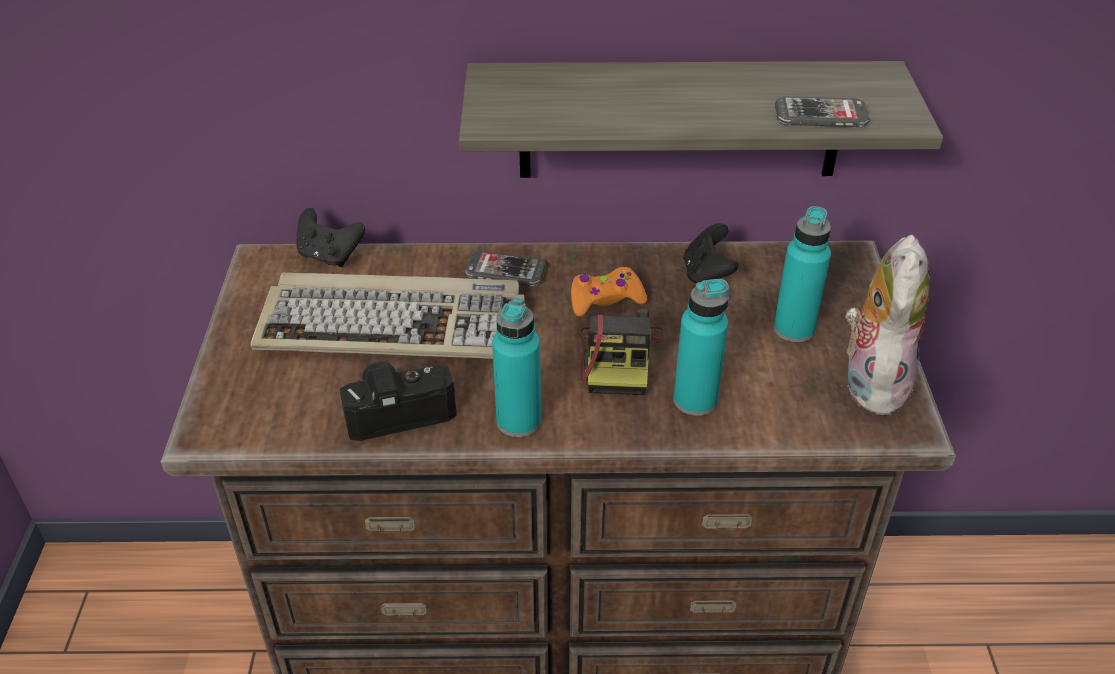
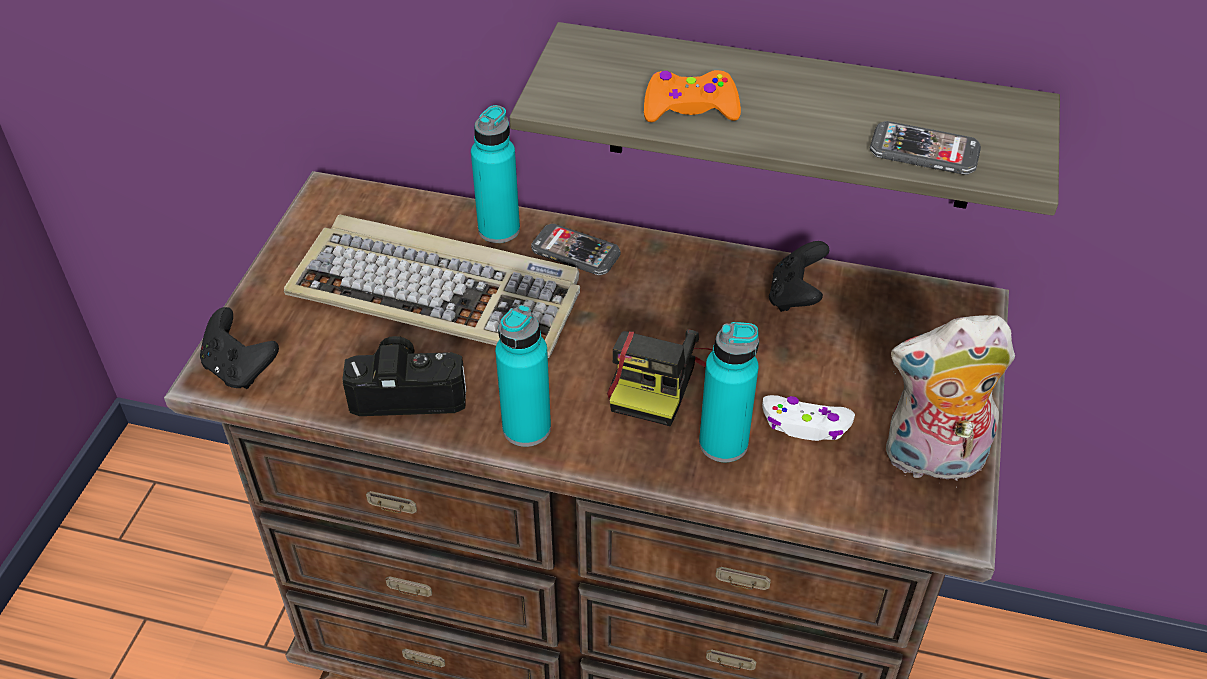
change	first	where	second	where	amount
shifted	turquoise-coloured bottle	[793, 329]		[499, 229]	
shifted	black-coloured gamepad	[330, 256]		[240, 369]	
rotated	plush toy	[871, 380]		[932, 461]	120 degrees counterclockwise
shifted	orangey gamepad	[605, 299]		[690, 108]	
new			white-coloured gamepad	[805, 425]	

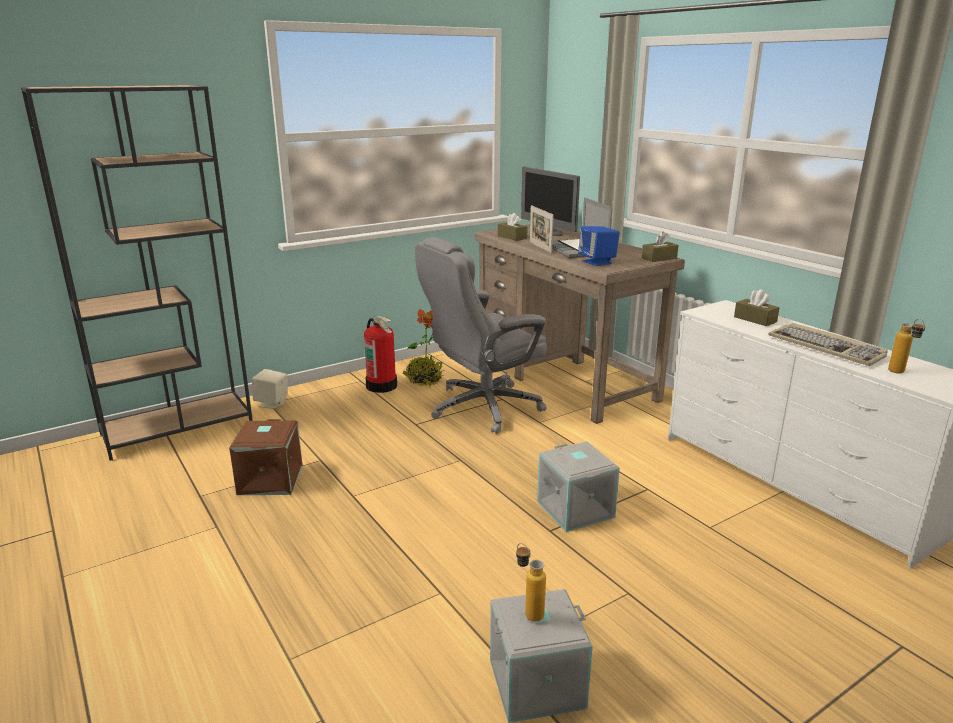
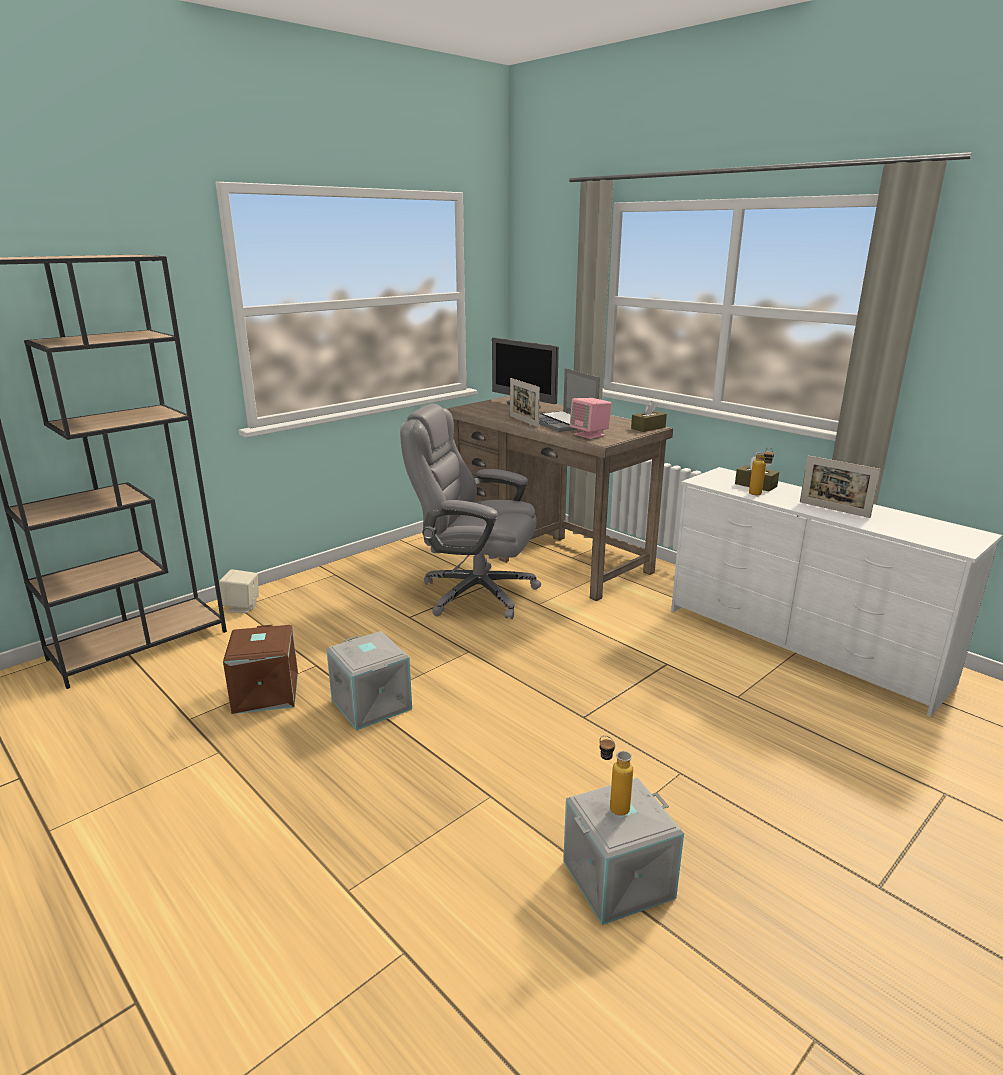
change	first	where	second	where	amount
gone	brown tissue holder	[512, 237]			
repainted	bluish audio speaker	[597, 262]	pinkish audio speaker	[590, 435]	
rotated	gray office chair	[483, 407]		[475, 593]	60 degrees clockwise
gone	potted plant	[424, 380]			
gone	extinguisher	[382, 386]			
shifted	bottle	[900, 373]		[758, 495]	
swapped	computer keyboard	[827, 348]	picture frame	[834, 509]	
shifted	gray storage bin	[577, 509]		[373, 704]	

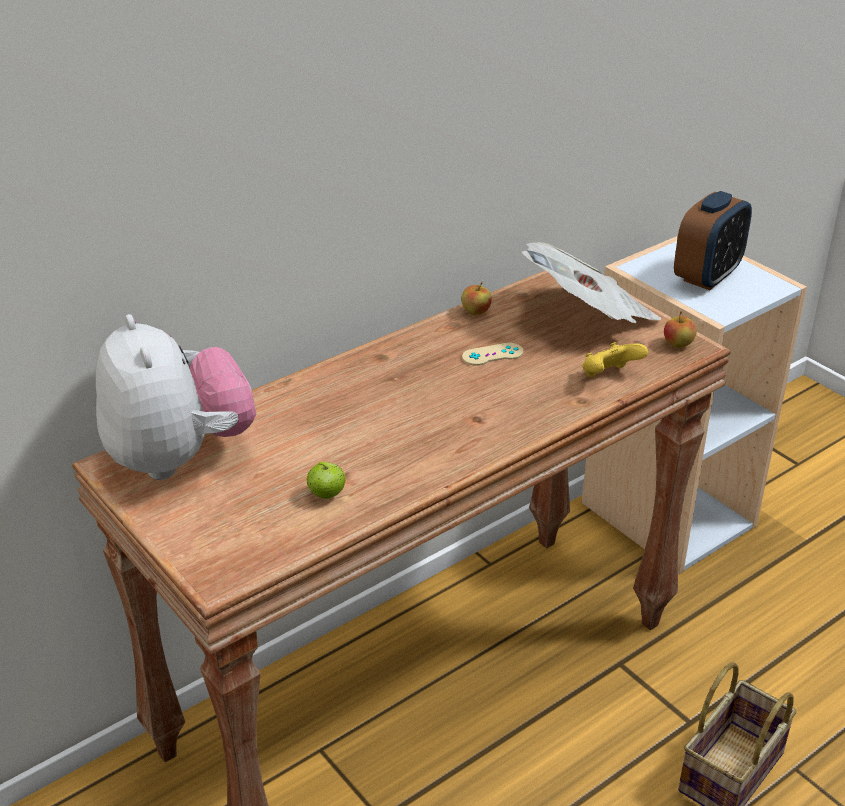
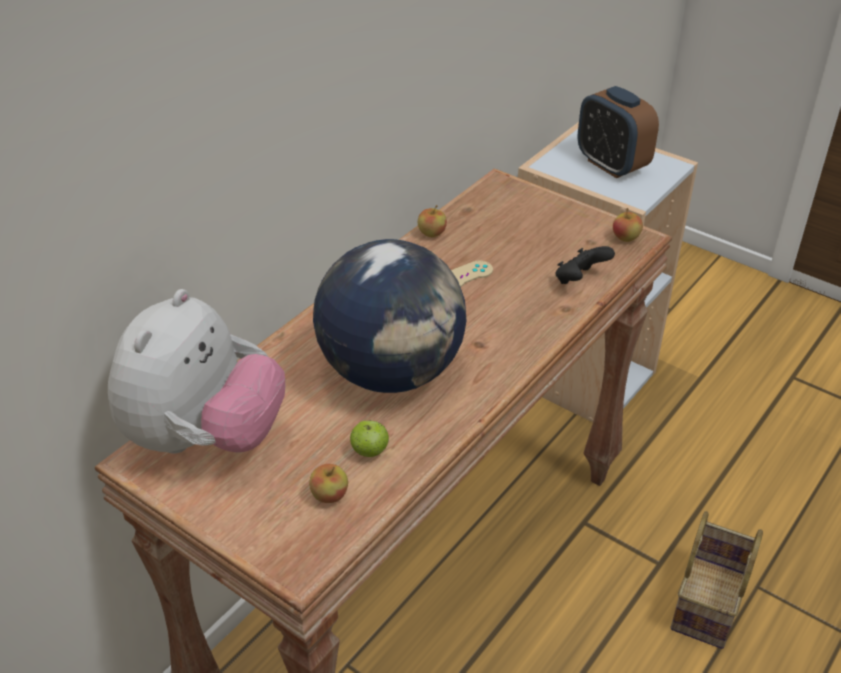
change	first	where	second	where	amount
rotated	table clock	[707, 276]		[611, 165]	120 degrees clockwise
gone	daily paper	[589, 316]			
rotated	plush toy	[179, 457]		[205, 438]	60 degrees clockwise
repainted	yellow-coloured gamepad	[609, 376]	black-coloured gamepad	[579, 280]	
new			globe	[392, 373]	
new			apple	[329, 495]	

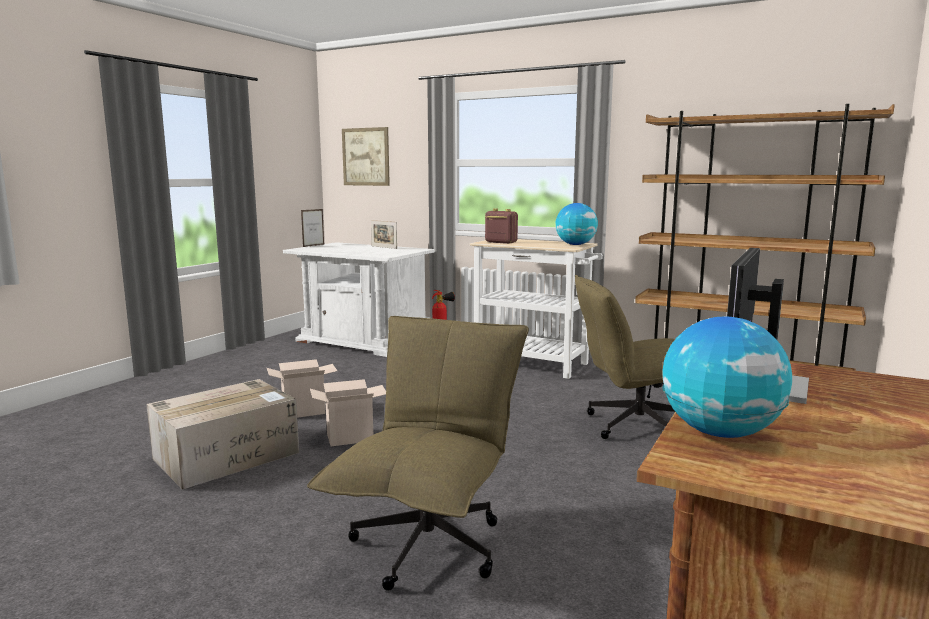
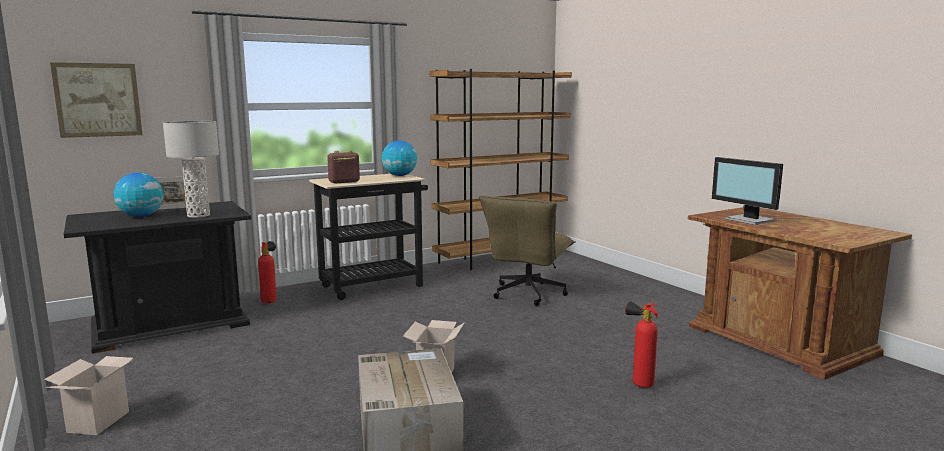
change	first	where	second	where	amount
gone	picture frame	[313, 245]			
repainted	white-coloured trolley	[533, 364]	black-coloured trolley	[373, 286]	
repainted	white-coloured cupboard	[362, 340]	black-coloured cupboard	[171, 324]	
swapped	beige-coloured office chair	[426, 547]	extinguisher	[638, 383]	
shifted	globe	[719, 432]		[141, 216]	
shifted	carton	[305, 411]		[98, 421]	
new			white-coloured tabletop lamp	[198, 215]	

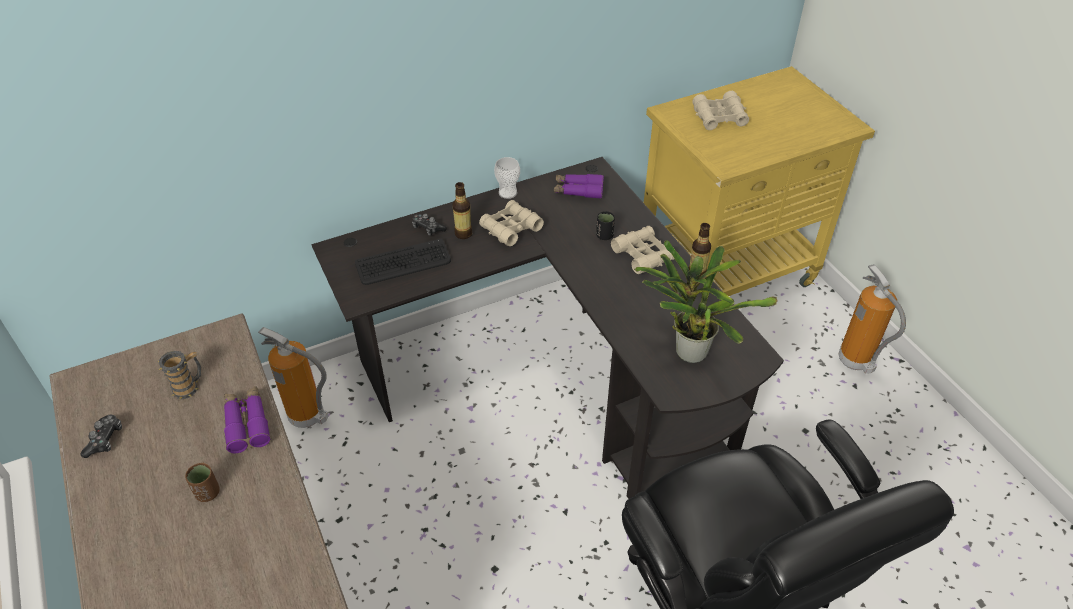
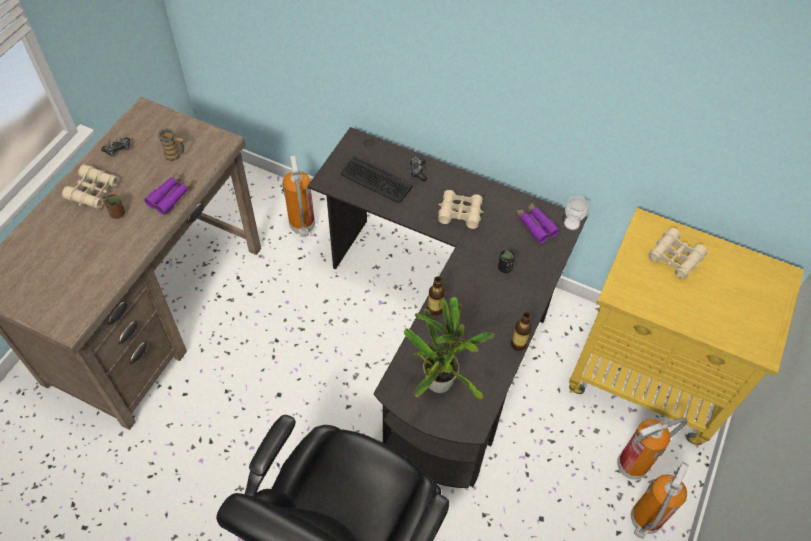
change	first	where	second	where	amount
shifted	drinking cup	[507, 193]		[571, 223]	
shifted	bottle	[463, 234]		[434, 309]	
shifted	beige-coloured pair of binoculars	[643, 255]		[93, 191]	
new			extinguisher	[633, 465]	

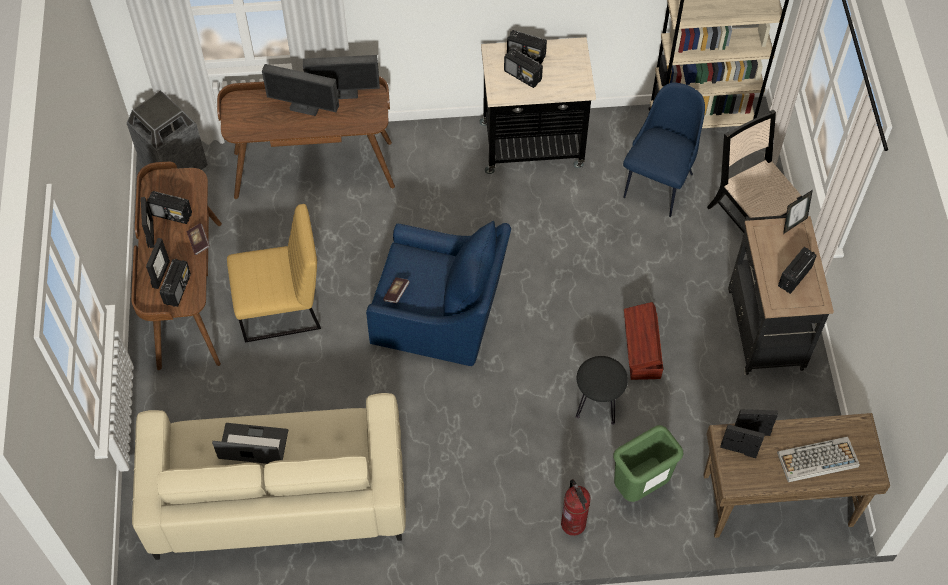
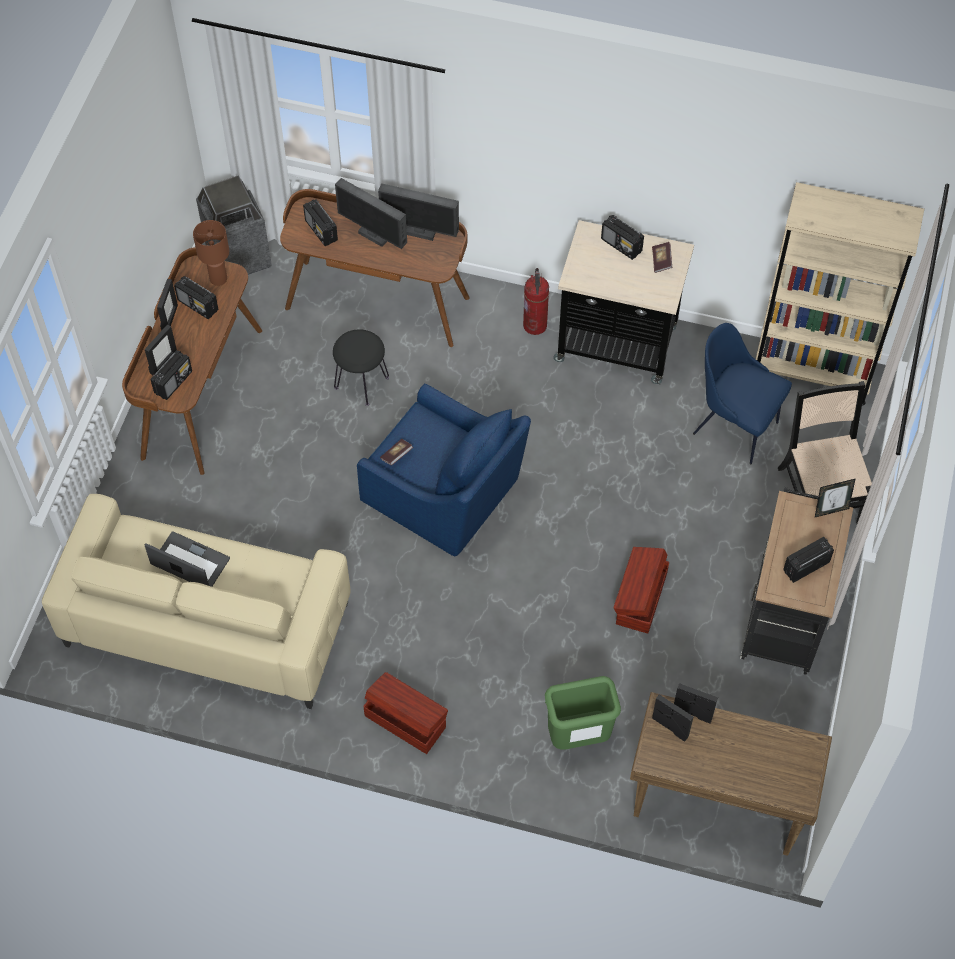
change	first	where	second	where	amount
shifted	radio receiver	[523, 76]		[321, 231]	
rotated	bluish plain chair	[658, 185]		[734, 428]	105 degrees counterclockwise
gone	yellow-coloured plain chair	[282, 308]			
shifted	bound book	[199, 242]		[661, 261]	
shifted	black-coloured stool seat	[597, 403]		[361, 383]	
gone	computer keyboard	[817, 460]			
shifted	extinguisher	[573, 524]		[535, 325]	
new			brown tabletop lamp	[218, 279]	
new			brown storage bin	[405, 720]	

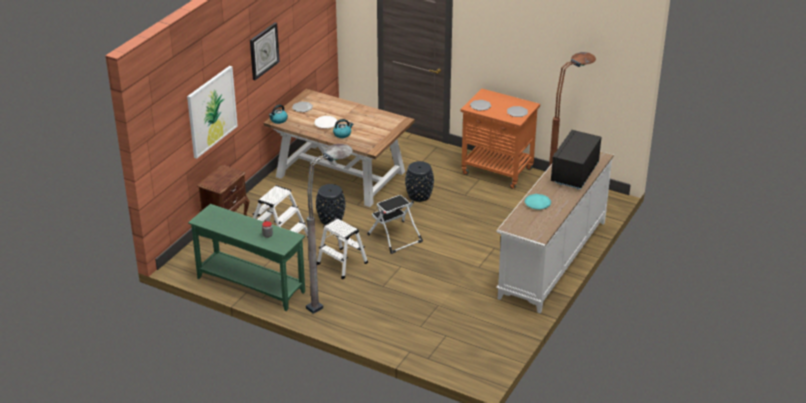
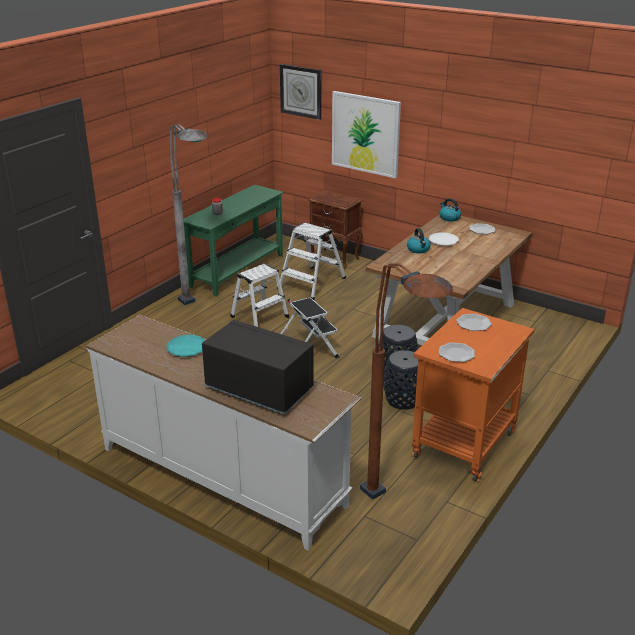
change	first	where	second	where	amount
shifted	clock on the wall	[263, 51]		[301, 91]	
shifted	black-coloured stool seat	[331, 219]		[402, 400]	

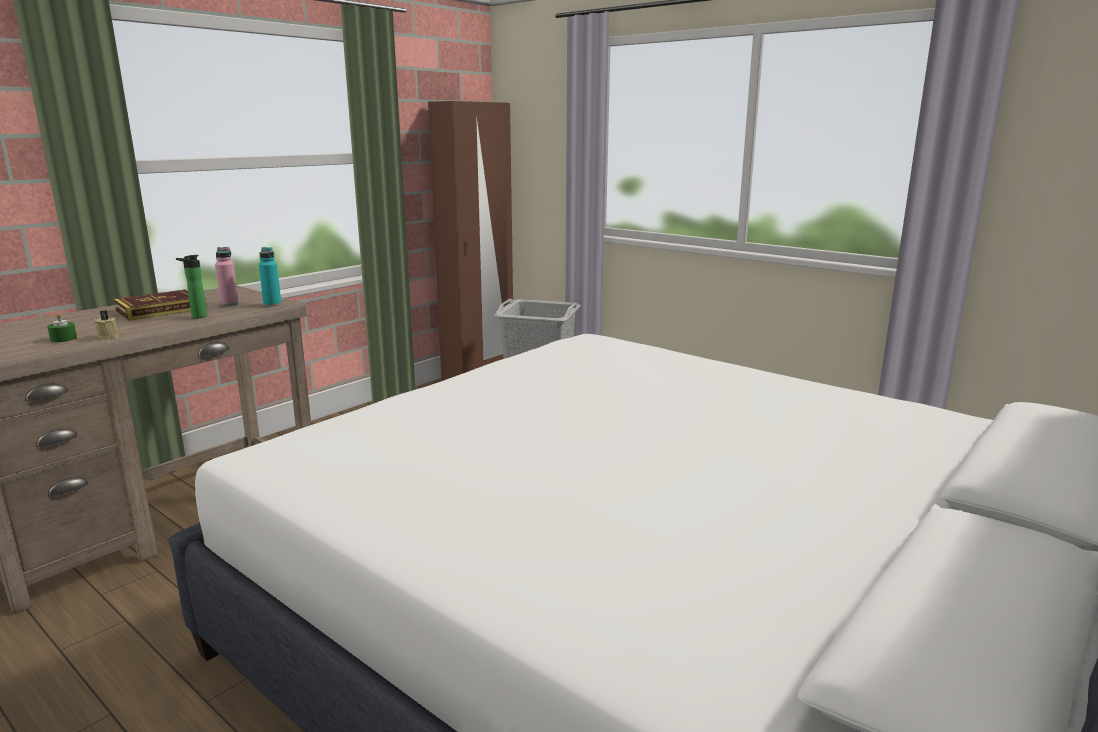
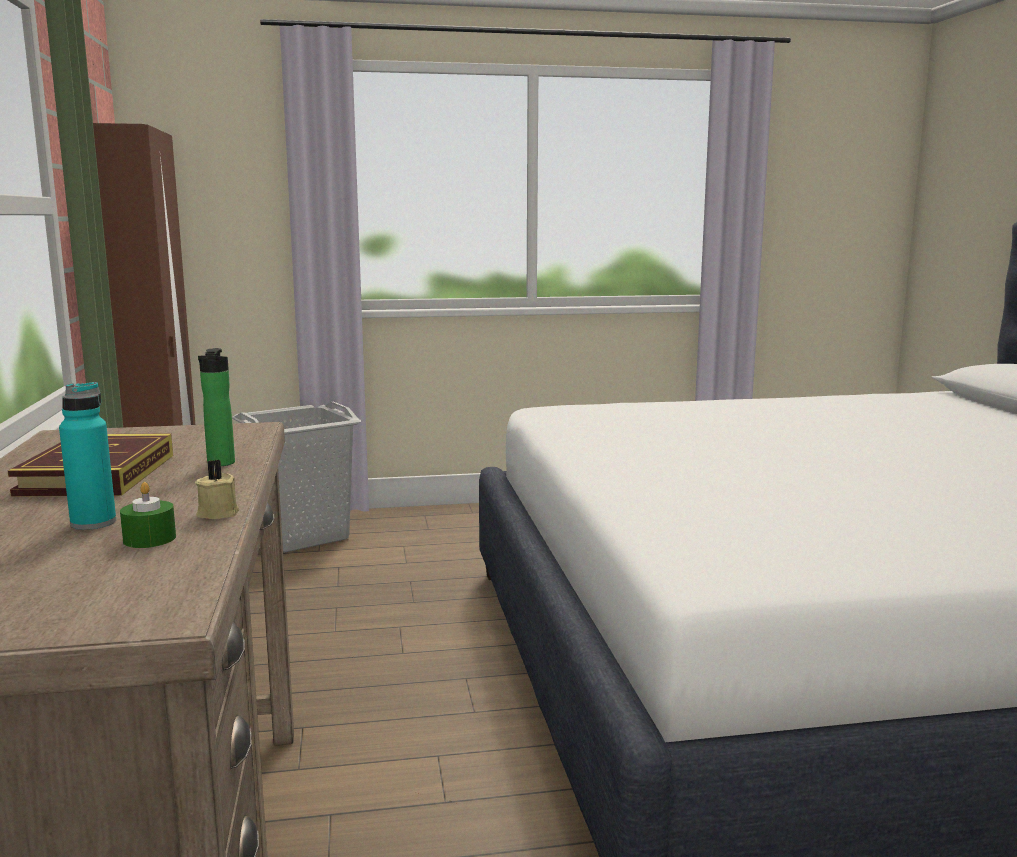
change	first	where	second	where	amount
gone	pinkish bottle	[229, 304]			
shifted	turquoise-coloured bottle	[272, 304]		[93, 523]	

